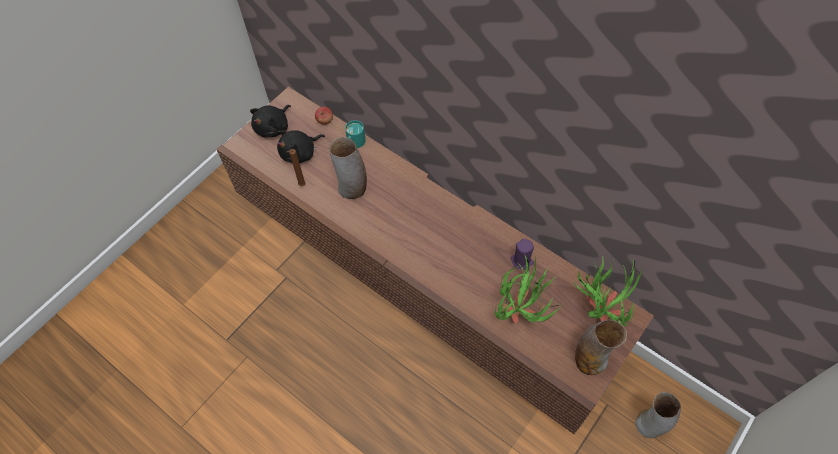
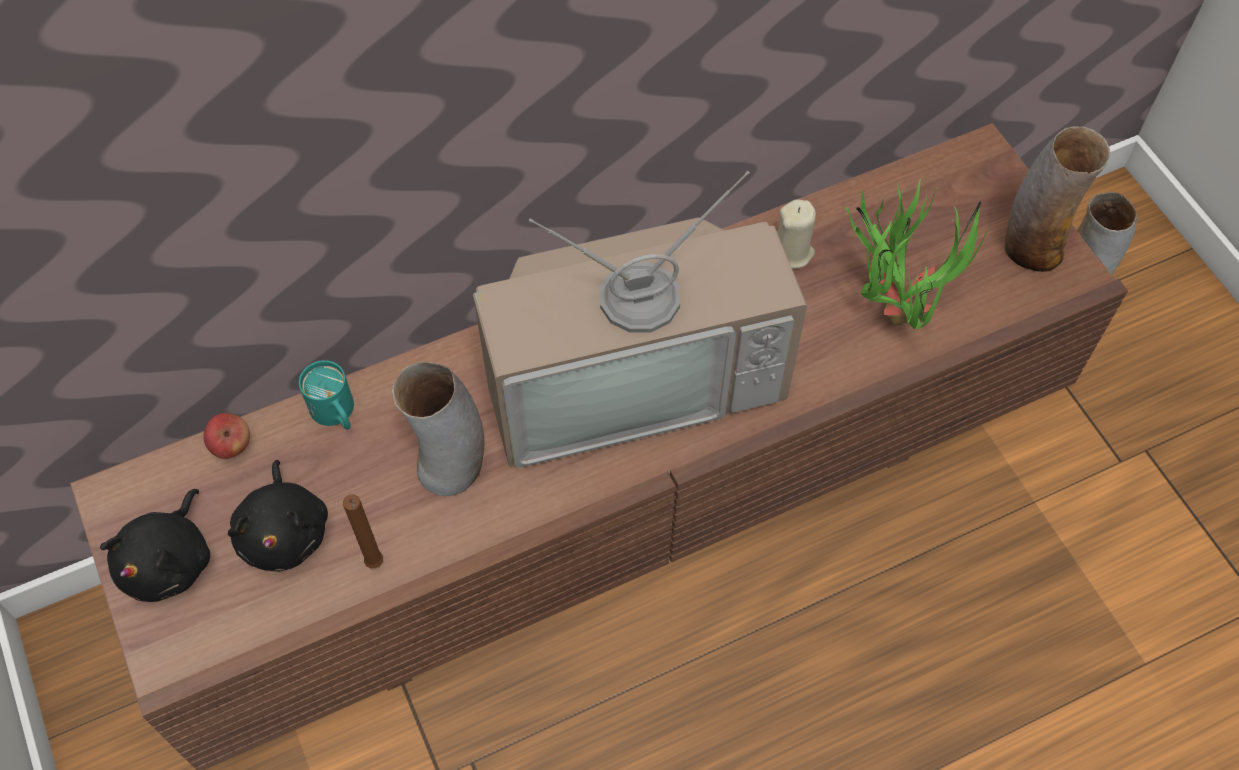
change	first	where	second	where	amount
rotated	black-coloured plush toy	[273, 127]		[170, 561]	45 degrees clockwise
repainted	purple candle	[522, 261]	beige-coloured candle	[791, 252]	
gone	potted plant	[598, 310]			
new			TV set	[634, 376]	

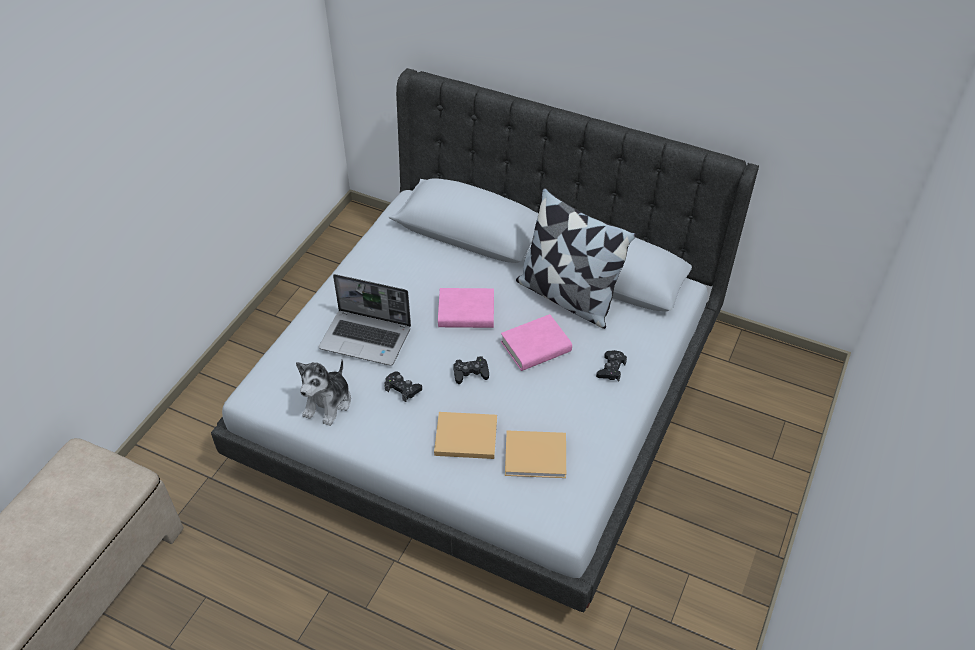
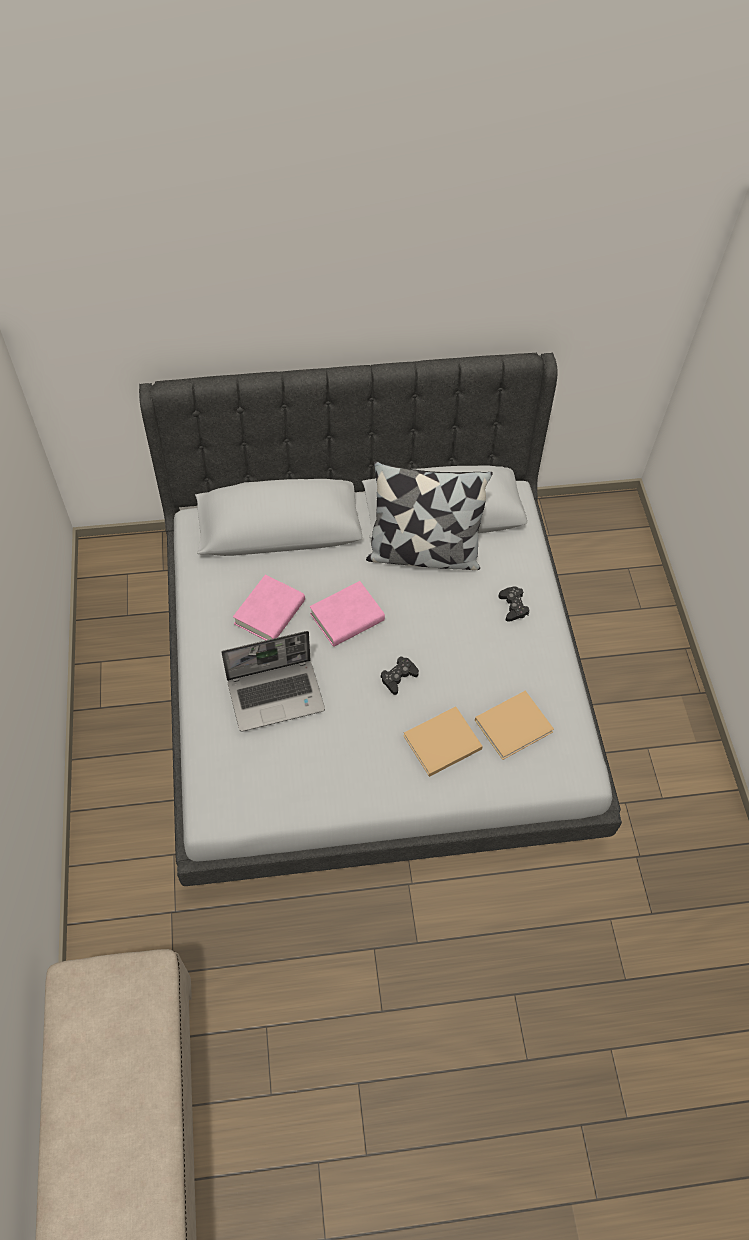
change	first	where	second	where	amount
shifted	pinkish bound book	[536, 347]		[269, 612]	
gone	plush toy	[328, 403]			
gone	black-coloured gamepad	[402, 389]			

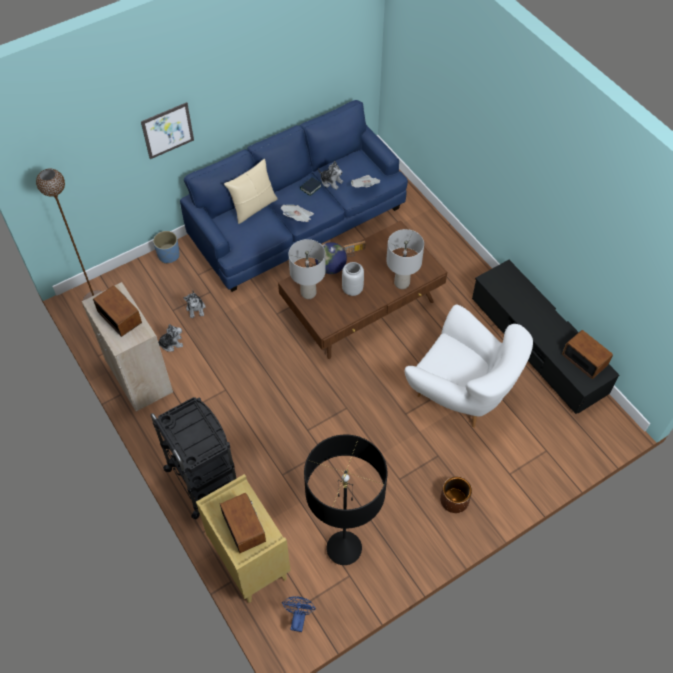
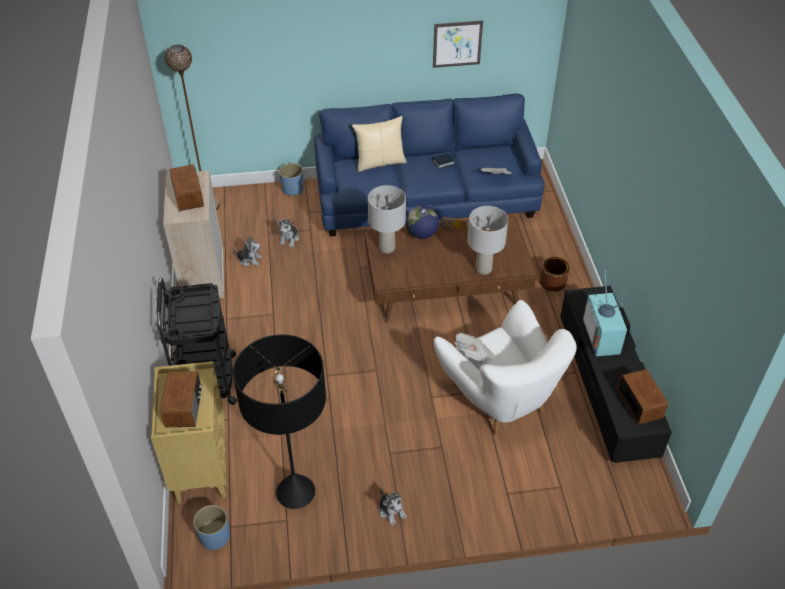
change	first	where	second	where	amount
shifted	wall picture	[167, 130]		[457, 44]	
shifted	plush toy	[331, 181]		[391, 511]	
shifted	daily paper	[298, 218]		[473, 354]	
gone	gray vase	[353, 289]			
shifted	brown planter	[454, 500]		[552, 283]	
swapped	bluish fan	[298, 617]	bluish planter	[214, 537]	
new			TV set	[604, 336]	

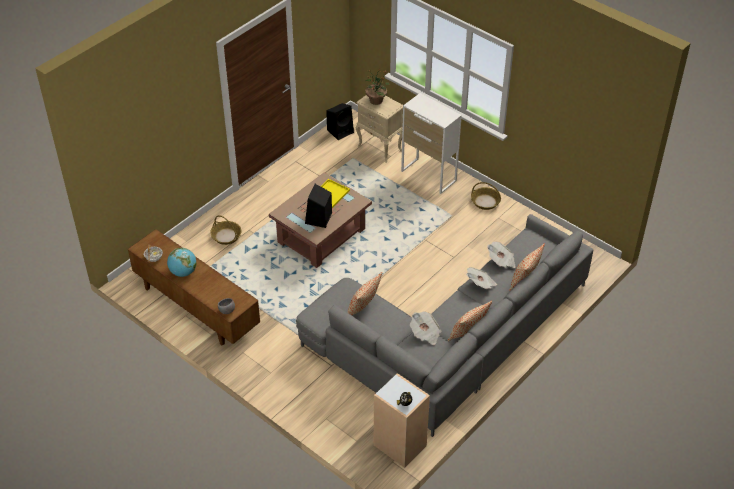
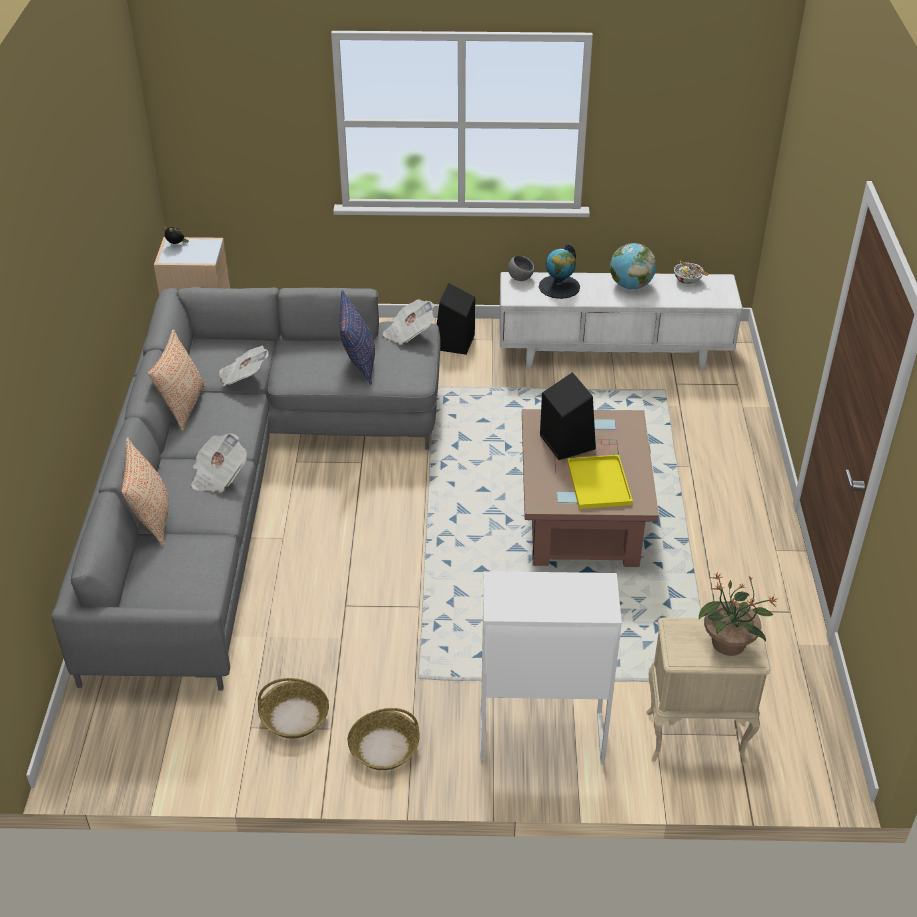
change	first	where	second	where	amount
shifted	black-coloured audio speaker	[340, 131]		[454, 343]	
shifted	storage basket	[226, 236]		[294, 717]	
repainted	brown media console	[195, 306]	white-coloured media console	[614, 350]	
shifted	daily paper	[501, 261]		[408, 333]	
repainted	beige-coloured pillow	[363, 309]	bluish pillow	[359, 364]	
new			globe	[559, 287]	

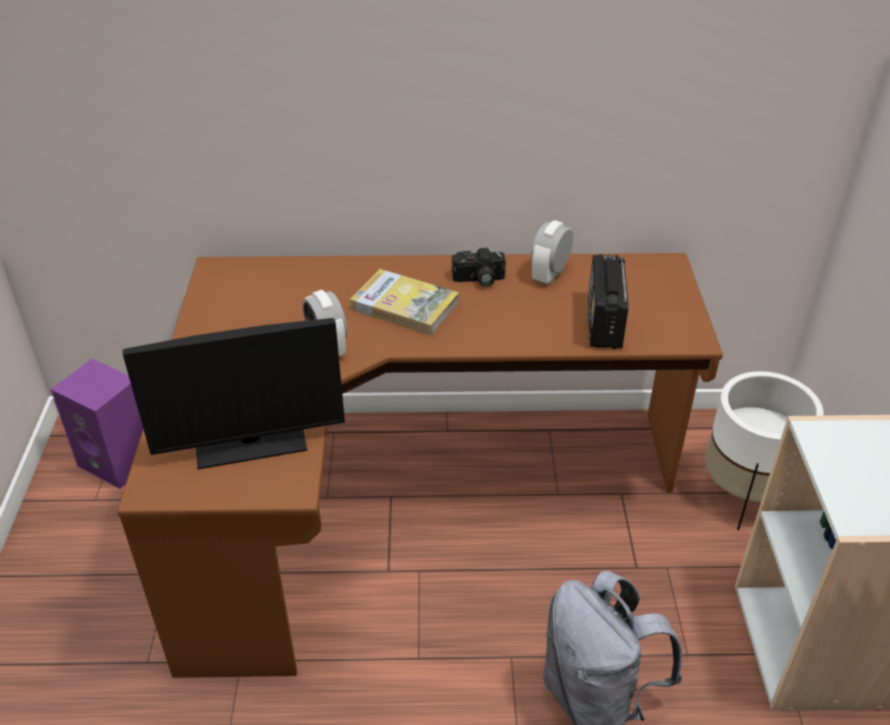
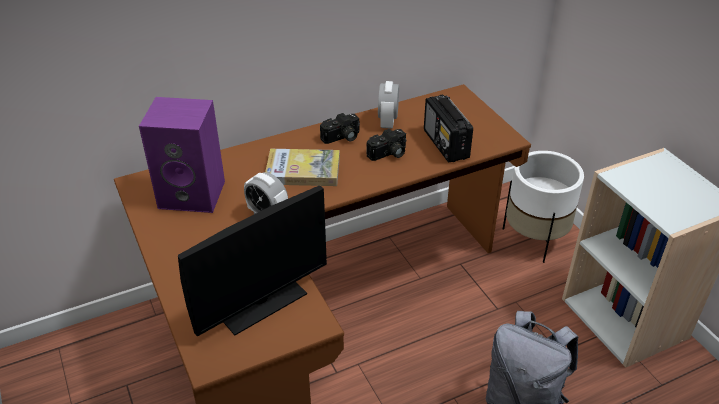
change	first	where	second	where	amount
shifted	purple audio speaker	[120, 461]		[194, 194]	
new			photo camera	[388, 154]	

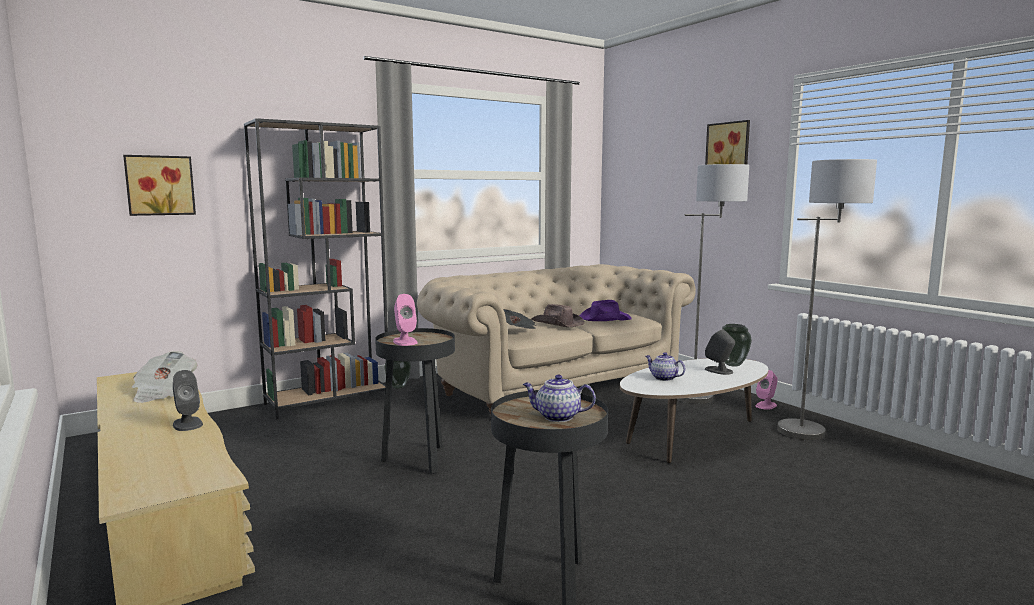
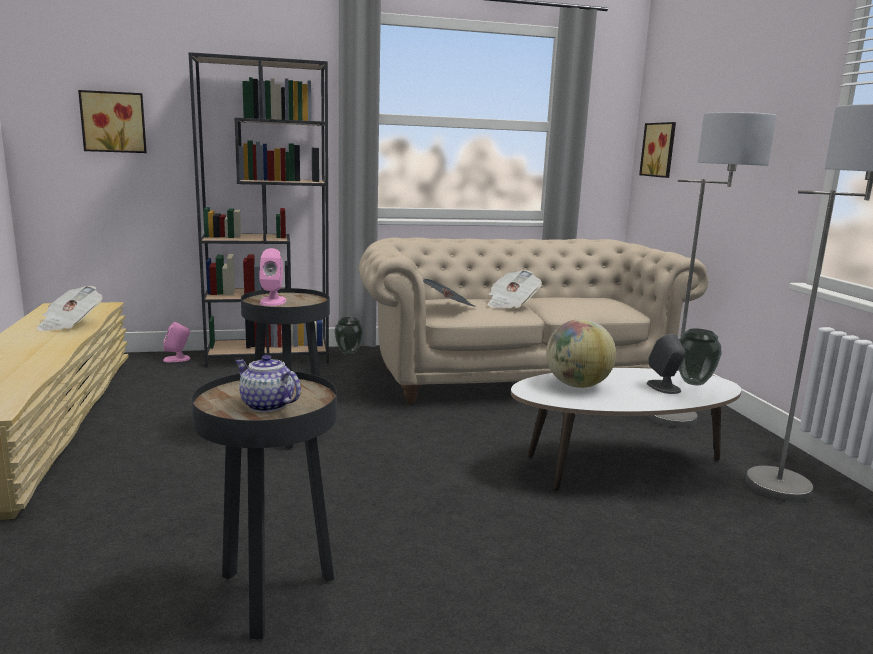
change	first	where	second	where	amount
shifted	wall picture	[729, 147]		[660, 150]	
gone	purple wearable hat	[604, 318]			
swapped	brown wearable hat	[557, 324]	daily paper	[511, 304]	
swapped	tea pot	[663, 378]	globe	[577, 385]	
gone	gray audio speaker	[187, 424]			
shifted	pinkish audio speaker	[766, 405]		[177, 359]	

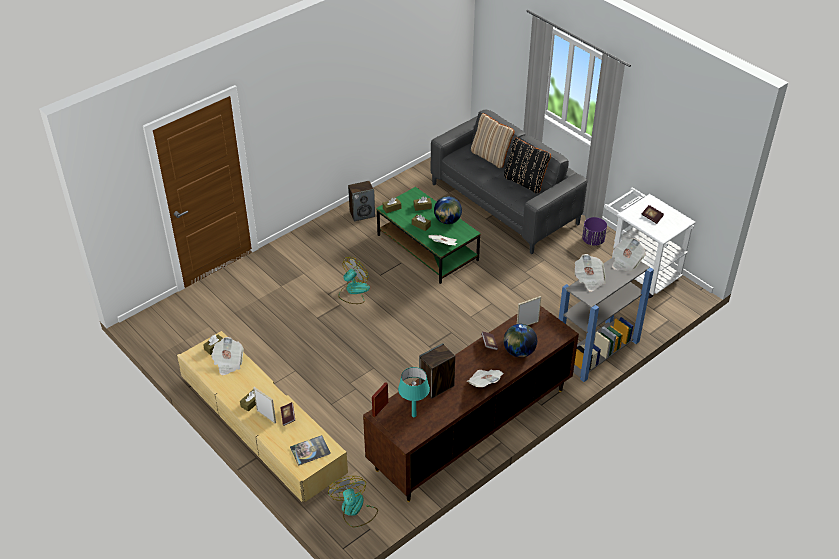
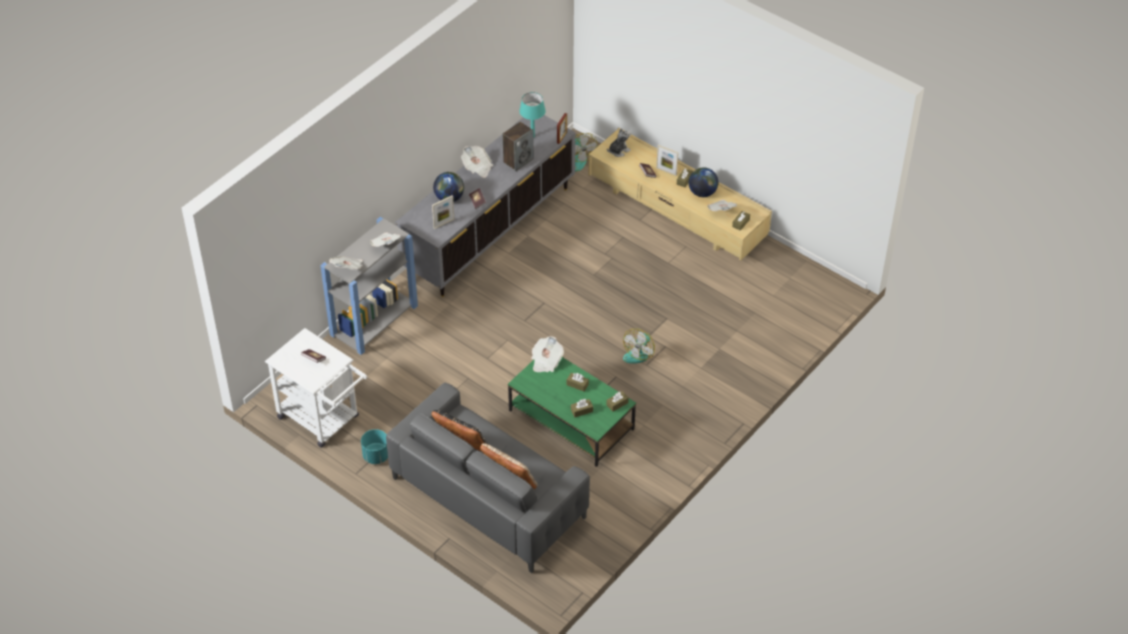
change	first	where	second	where	amount
gone	audio speaker	[362, 214]			
shifted	globe	[447, 221]		[702, 192]	
repainted	purple planter	[593, 240]	turquoise-coloured planter	[376, 456]	
repainted	brown cupboard	[471, 429]	gray cupboard	[489, 231]	
swapped	bound book	[310, 450]	plush toy	[618, 151]	

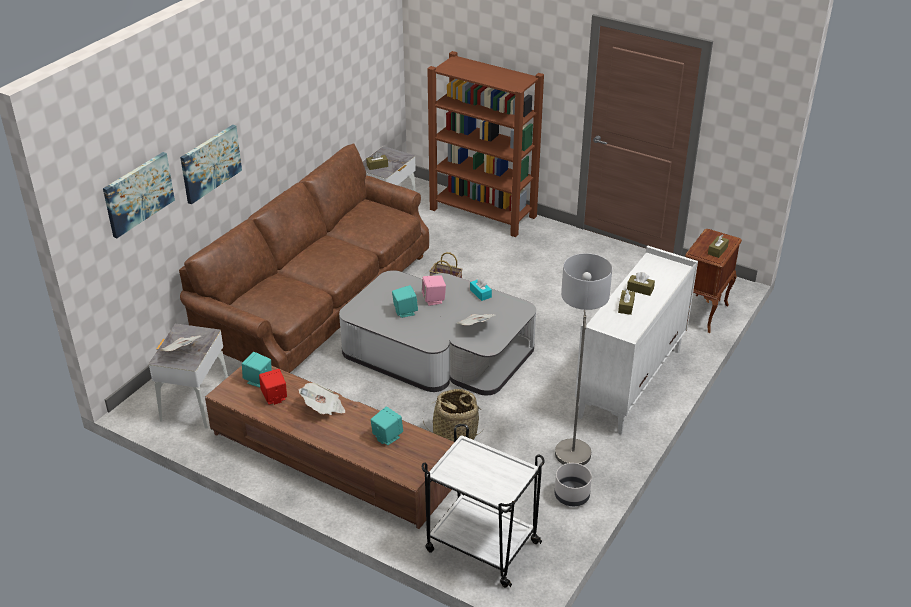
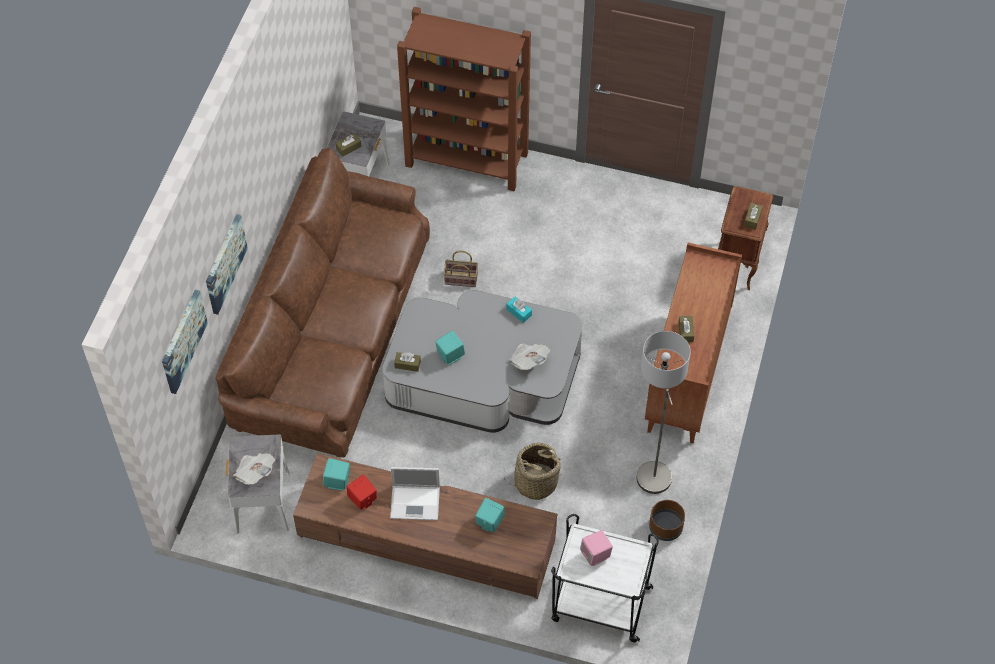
change	first	where	second	where	amount
repainted	white-coloured cupboard	[630, 384]	brown cupboard	[686, 377]	
shifted	brown tissue holder	[640, 289]		[407, 364]	
shifted	pinkish audio speaker	[434, 300]		[595, 555]	
swapped	daily paper	[323, 408]	notebook computer	[416, 502]	
repainted	gray planter	[572, 496]	brown planter	[666, 527]	

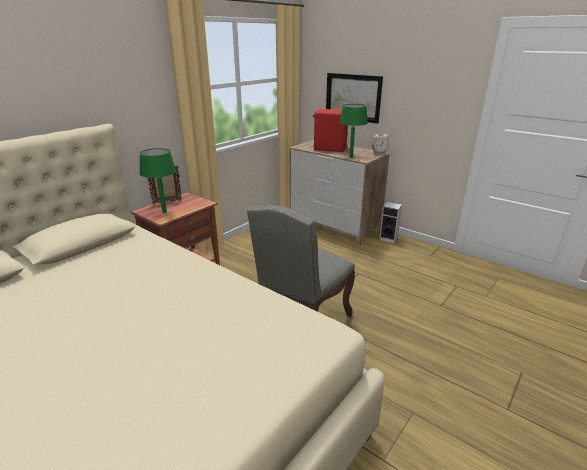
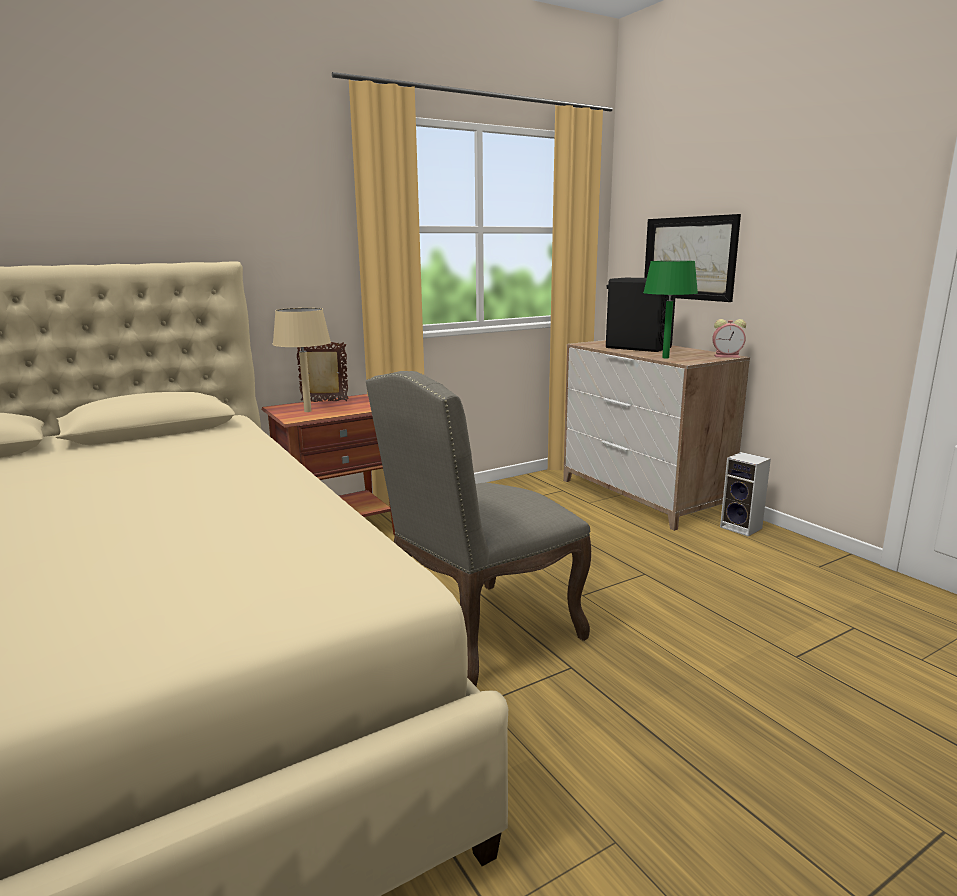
change	first	where	second	where	amount
repainted	red-coloured audio speaker	[330, 148]	black-coloured audio speaker	[638, 347]	
repainted	greenish tabletop lamp	[164, 212]	beige-coloured tabletop lamp	[308, 411]	

